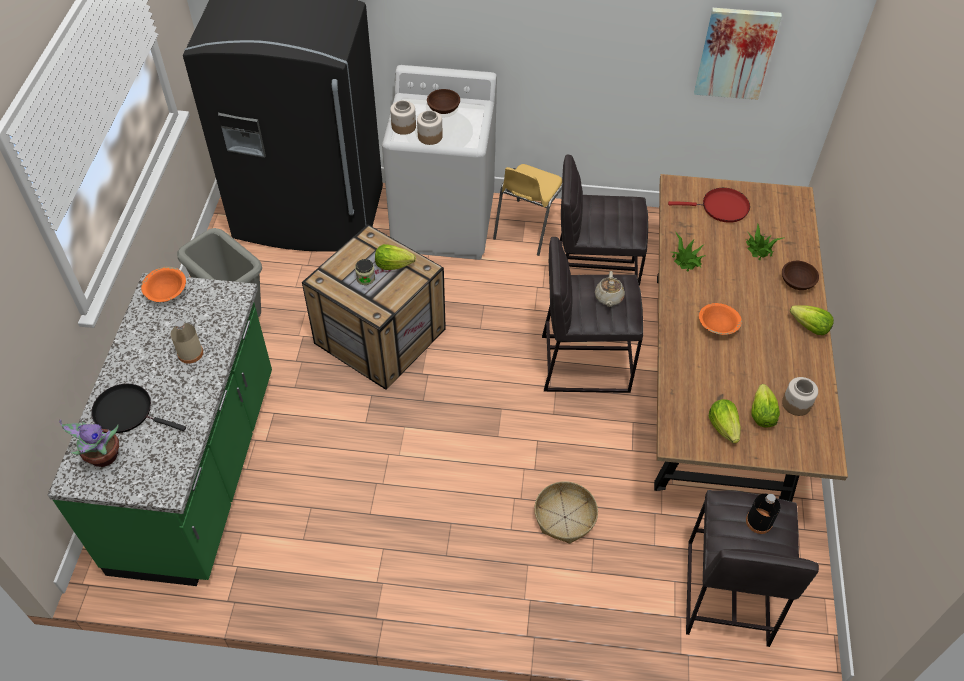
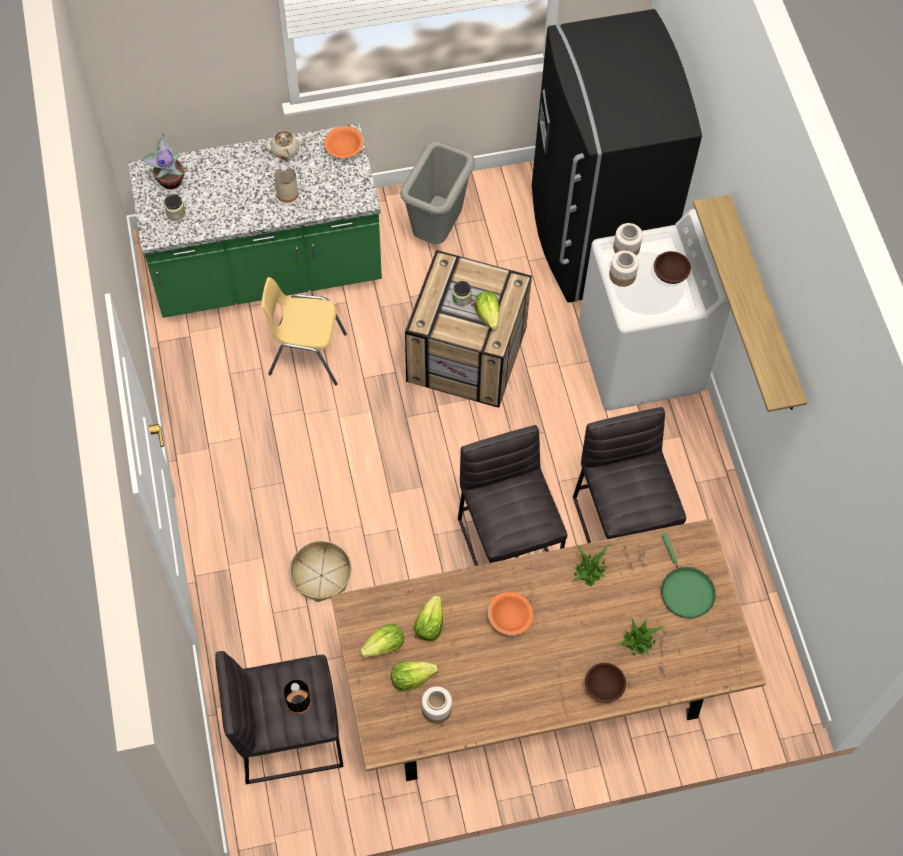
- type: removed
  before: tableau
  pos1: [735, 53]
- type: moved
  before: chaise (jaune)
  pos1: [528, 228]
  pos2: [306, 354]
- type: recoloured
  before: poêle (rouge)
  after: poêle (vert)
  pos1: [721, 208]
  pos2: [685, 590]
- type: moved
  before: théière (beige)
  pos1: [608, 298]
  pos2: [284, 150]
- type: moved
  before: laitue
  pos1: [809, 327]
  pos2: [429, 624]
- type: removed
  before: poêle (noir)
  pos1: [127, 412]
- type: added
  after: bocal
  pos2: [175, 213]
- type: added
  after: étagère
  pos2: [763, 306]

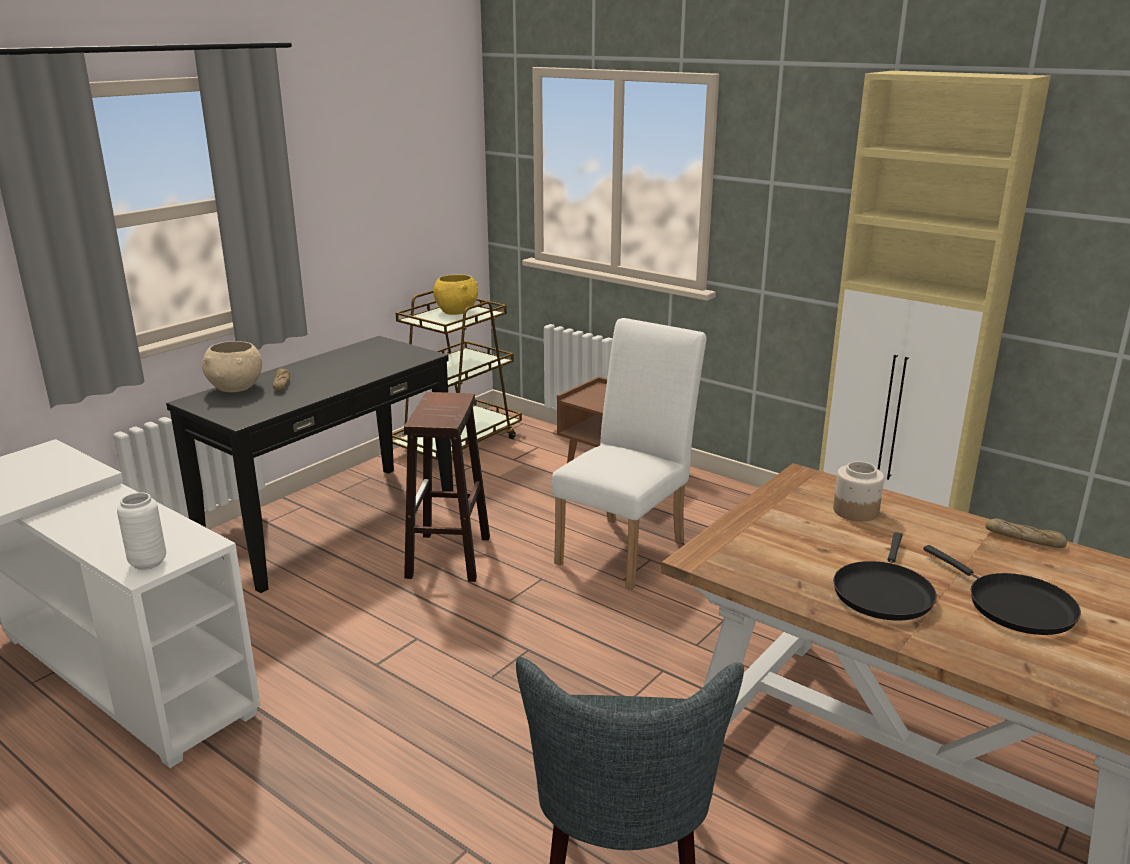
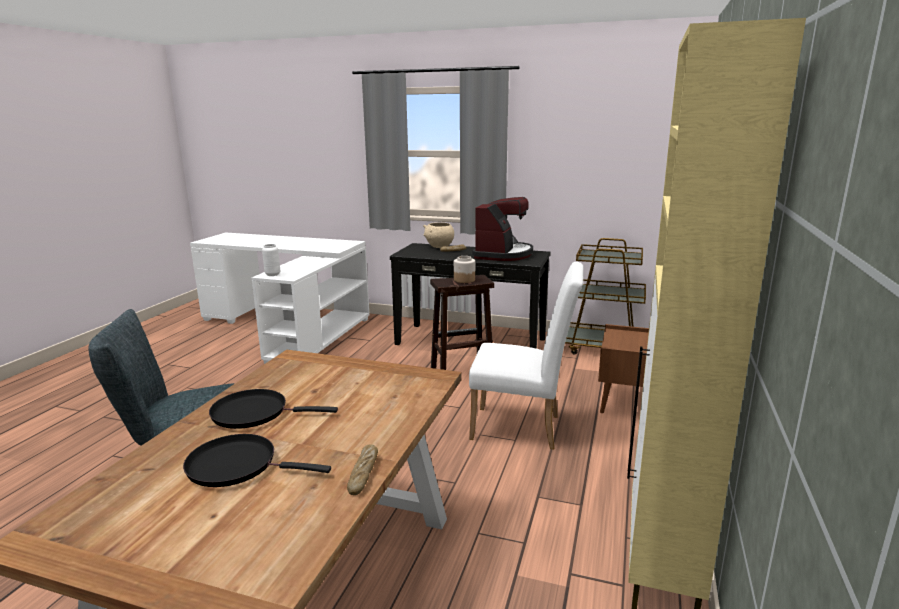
- type: removed
  before: bol (jaune)
  pos1: [456, 312]
- type: moved
  before: bocal
  pos1: [855, 511]
  pos2: [464, 280]
- type: turned
  before: poêle (noir)
  pos1: [1014, 606]
  pos2: [238, 465]
  turn: 60
- type: added
  after: machine à café
  pos2: [503, 254]

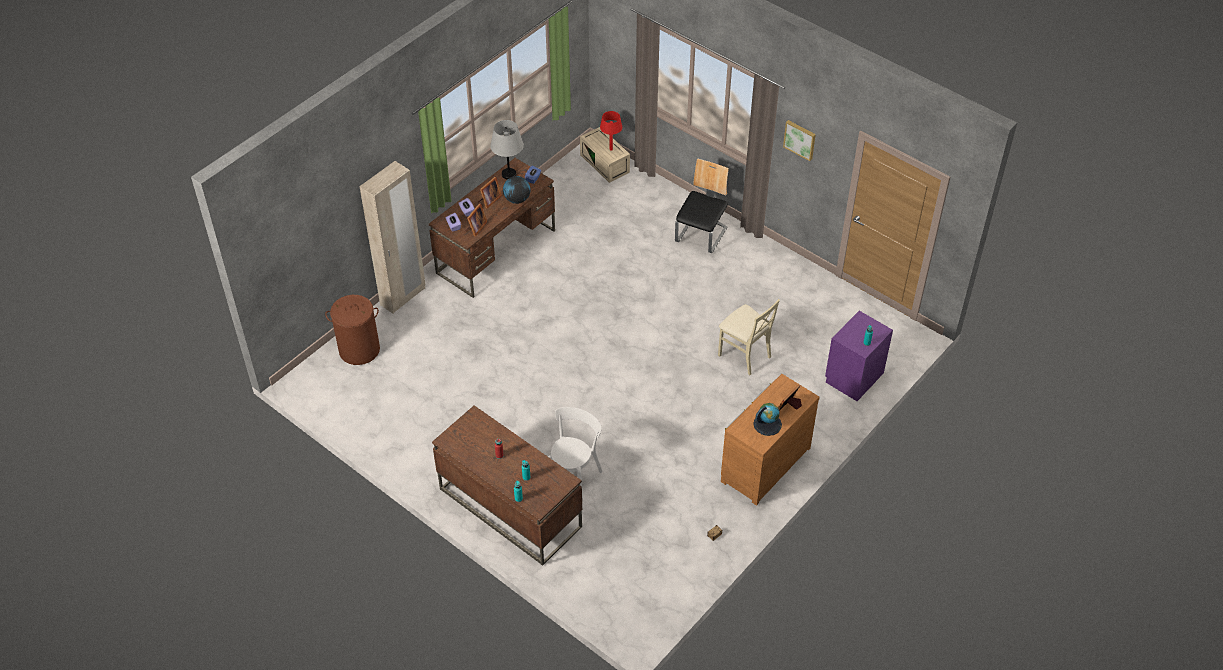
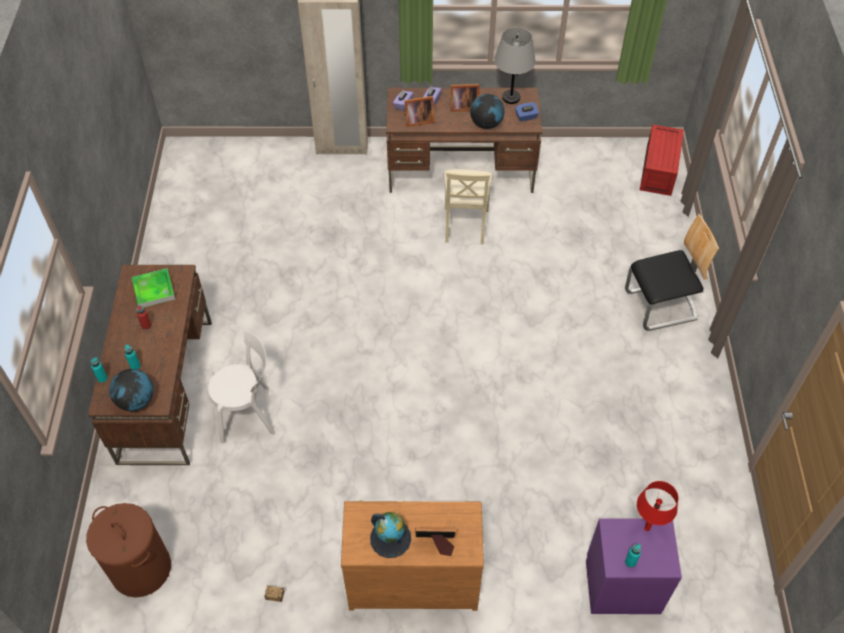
- type: moved
  before: lampe de table (rouge)
  pos1: [610, 149]
  pos2: [646, 528]
- type: removed
  before: tableau
  pos1: [800, 139]
- type: recoloured
  before: boîte de rangement (beige)
  after: boîte de rangement (rouge)
  pos1: [606, 164]
  pos2: [659, 171]
- type: moved
  before: panier à linge (marron)
  pos1: [359, 350]
  pos2: [140, 568]
- type: moved
  before: chaise (beige)
  pos1: [744, 355]
  pos2: [465, 225]
- type: added
  after: plateau
  pos2: [154, 290]
- type: added
  after: globe
  pos2: [136, 401]

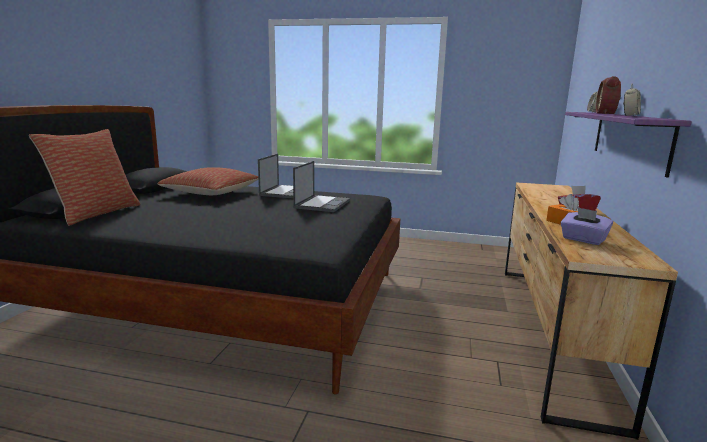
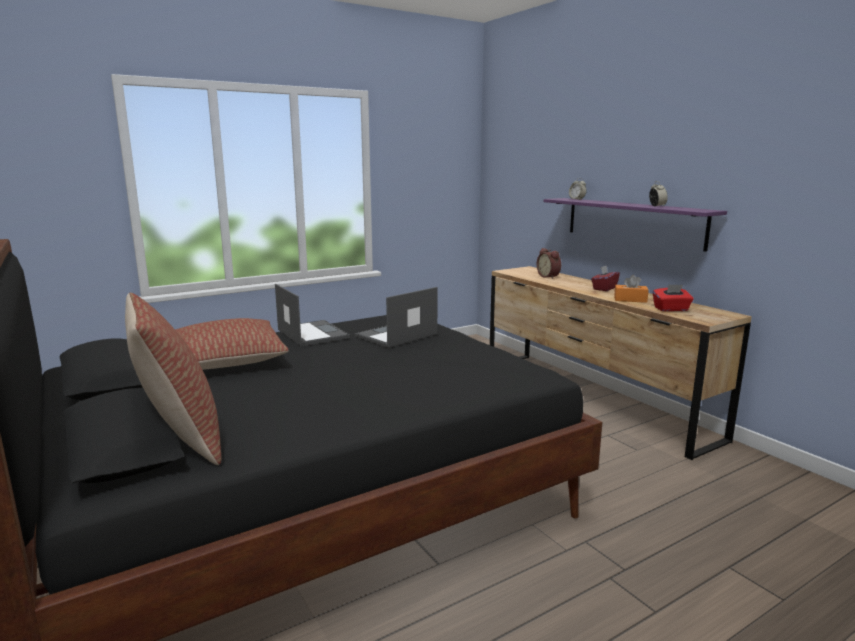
- type: moved
  before: réveil
  pos1: [607, 114]
  pos2: [549, 276]
- type: turned
  before: ordinateur portable
  pos1: [322, 204]
  pos2: [396, 335]
  turn: -105
- type: recoloured
  before: boîte à mouchoirs (violet)
  after: boîte à mouchoirs (rouge)
  pos1: [583, 240]
  pos2: [671, 309]

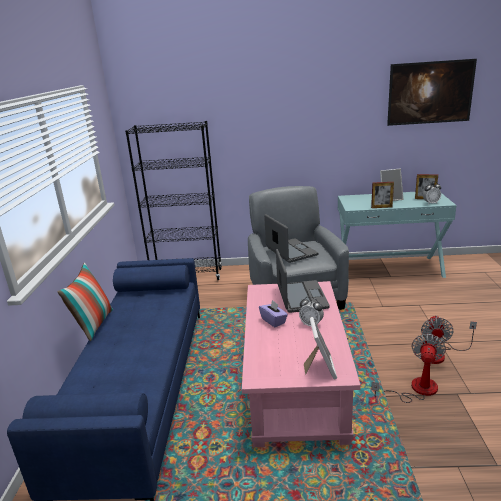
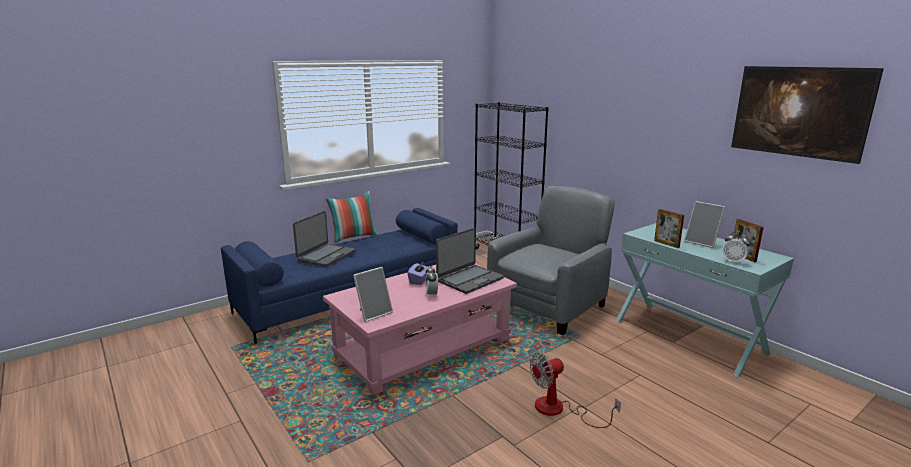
- type: moved
  before: ordinateur portable
  pos1: [291, 251]
  pos2: [326, 256]
- type: removed
  before: ventilateur
  pos1: [415, 389]

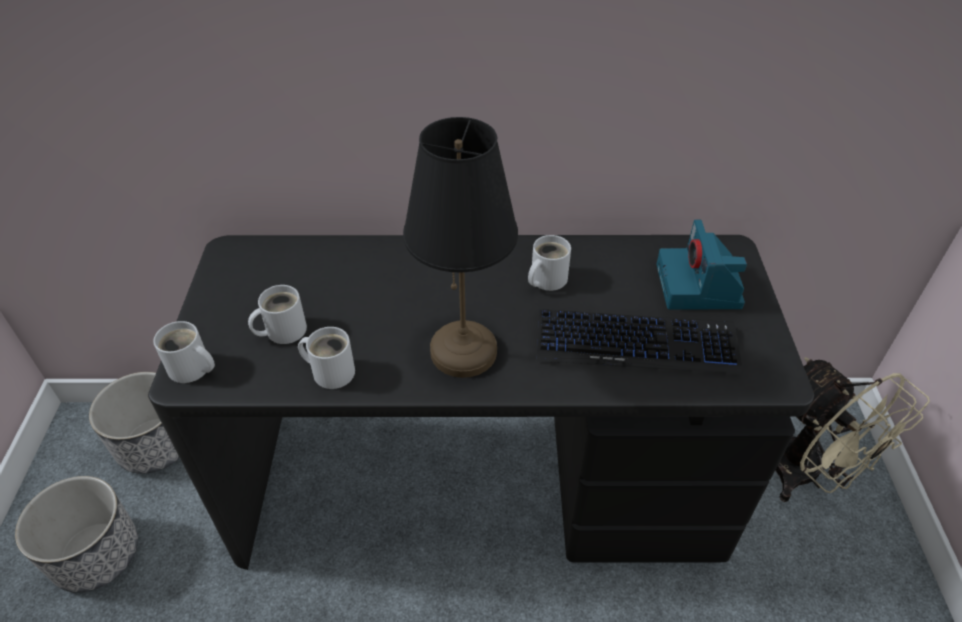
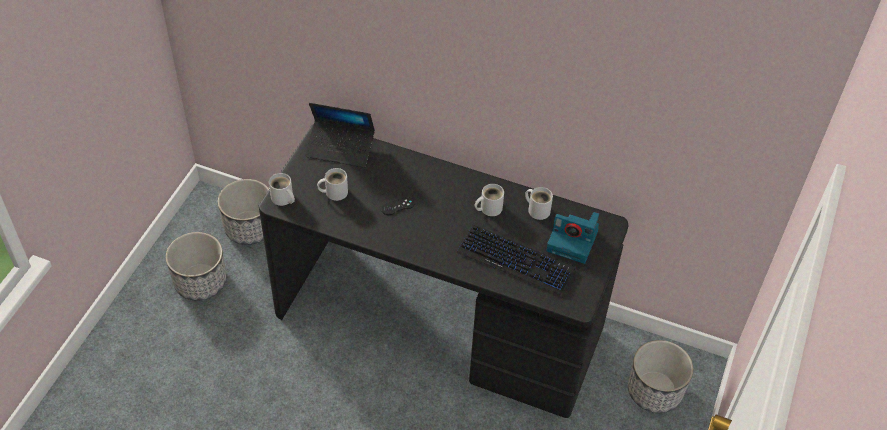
- type: removed
  before: lampe de table (noir)
  pos1: [463, 350]
- type: turned
  before: appareil photo
  pos1: [699, 287]
  pos2: [573, 241]
  turn: -90
- type: moved
  before: mug (blanc)
  pos1: [331, 370]
  pos2: [538, 209]
- type: replaced
  before: ventilateur (beige)
  after: cache-pot
  pos1: [806, 476]
  pos2: [654, 391]
- type: added
  after: ordinateur portable
  pos2: [340, 148]
- type: added
  after: manette (noir)
  pos2: [398, 206]

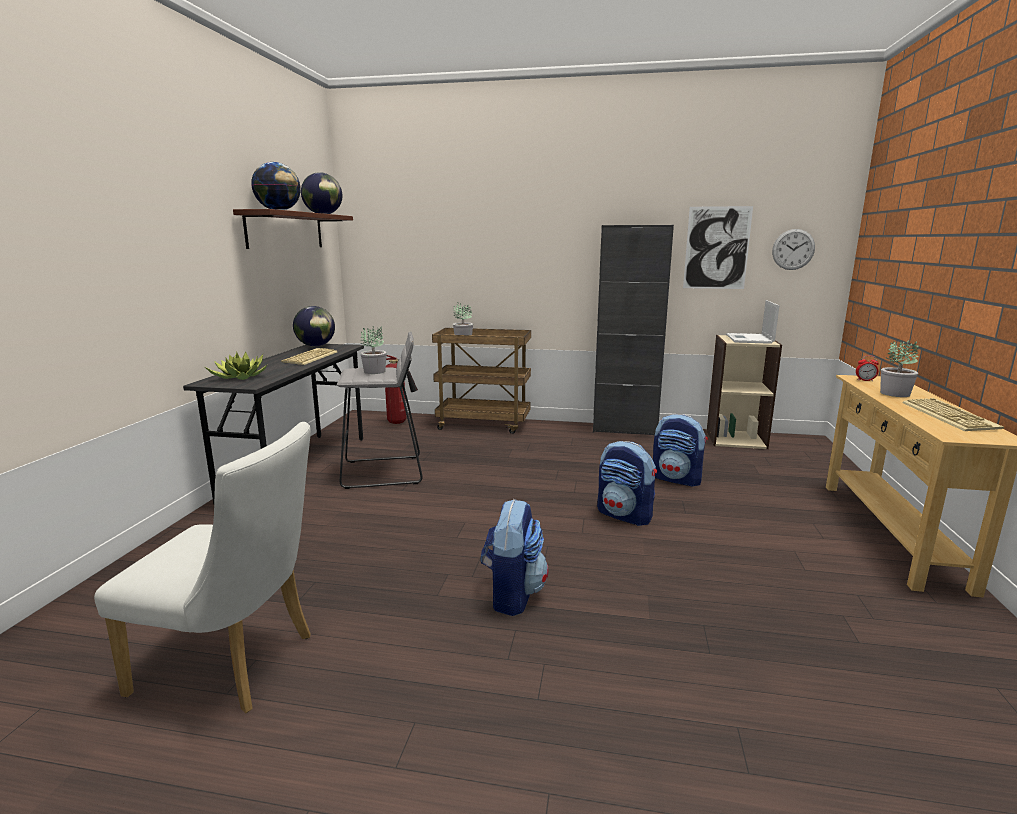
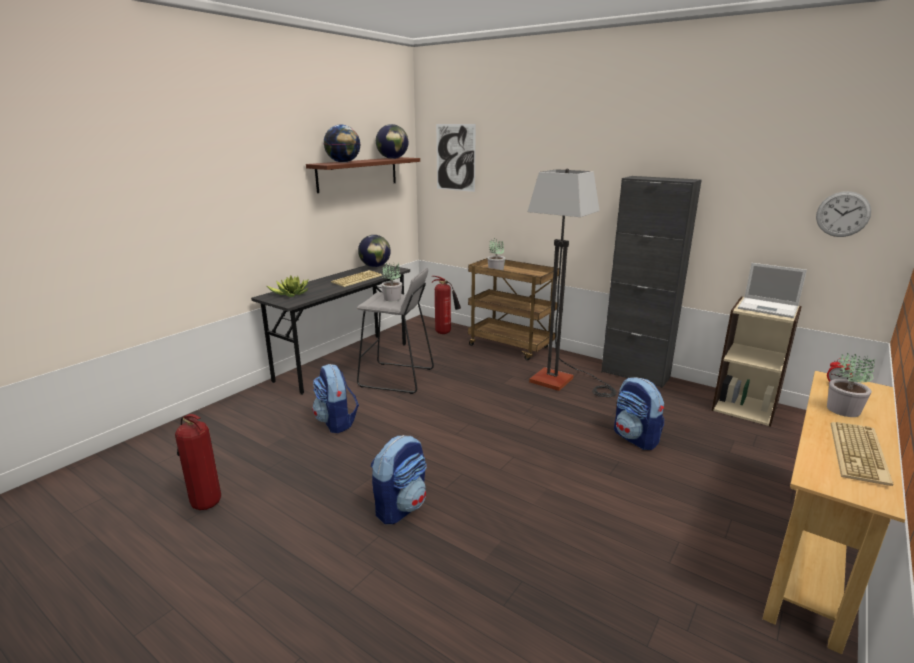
- type: moved
  before: tableau
  pos1: [717, 248]
  pos2: [455, 157]
- type: turned
  before: ordinateur portable
  pos1: [749, 339]
  pos2: [769, 308]
  turn: -90
- type: replaced
  before: chaise (blanc)
  after: extincteur
  pos1: [236, 665]
  pos2: [204, 503]
- type: moved
  before: sac à dos
  pos1: [625, 515]
  pos2: [336, 422]
- type: added
  after: lampadaire
  pos2: [563, 382]

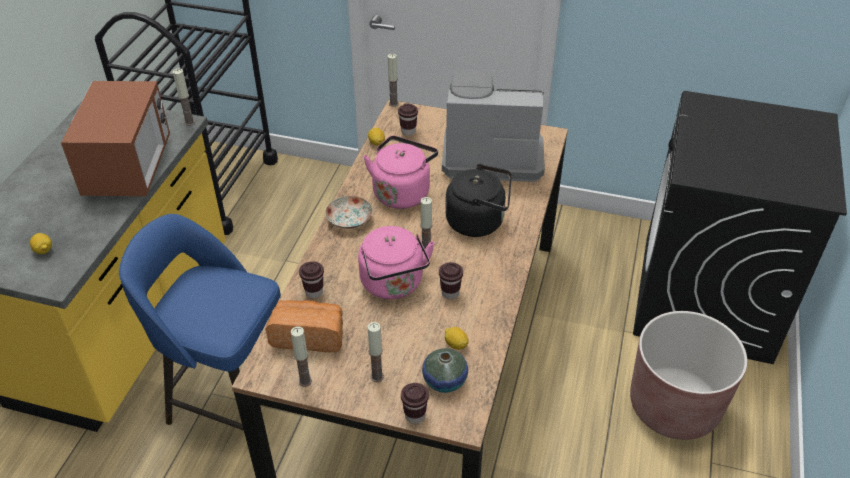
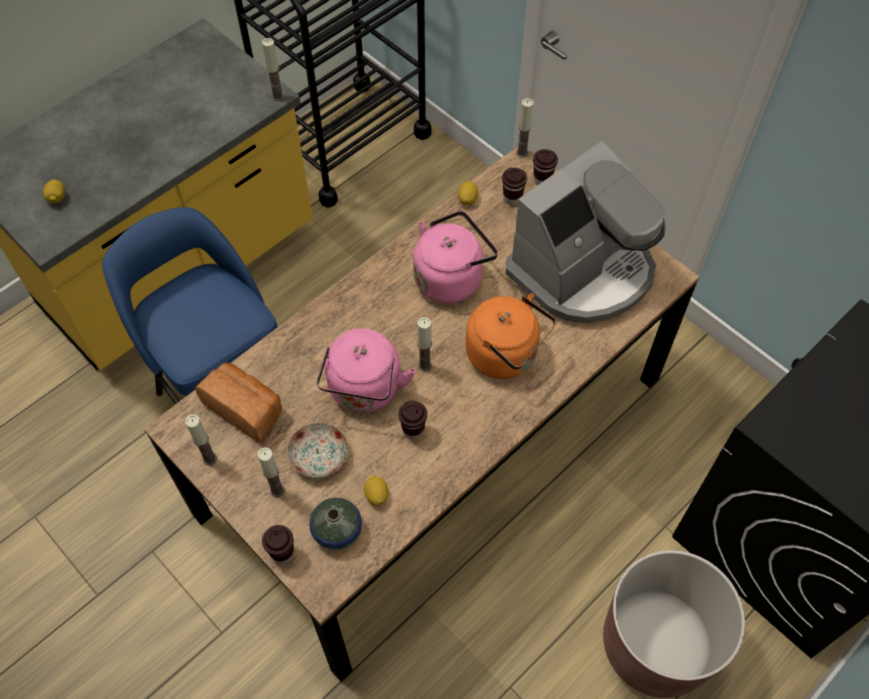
- type: turned
  before: machine à café
  pos1: [491, 154]
  pos2: [583, 271]
  turn: 105
- type: removed
  before: micro-ondes
  pos1: [129, 168]
- type: recoloured
  before: bouilloire (noir)
  after: bouilloire (orange)
  pos1: [479, 221]
  pos2: [506, 355]
- type: moved
  before: assiette
  pos1: [349, 220]
  pos2: [318, 456]
- type: moved
  before: tasse (marron)
  pos1: [314, 292]
  pos2: [542, 180]

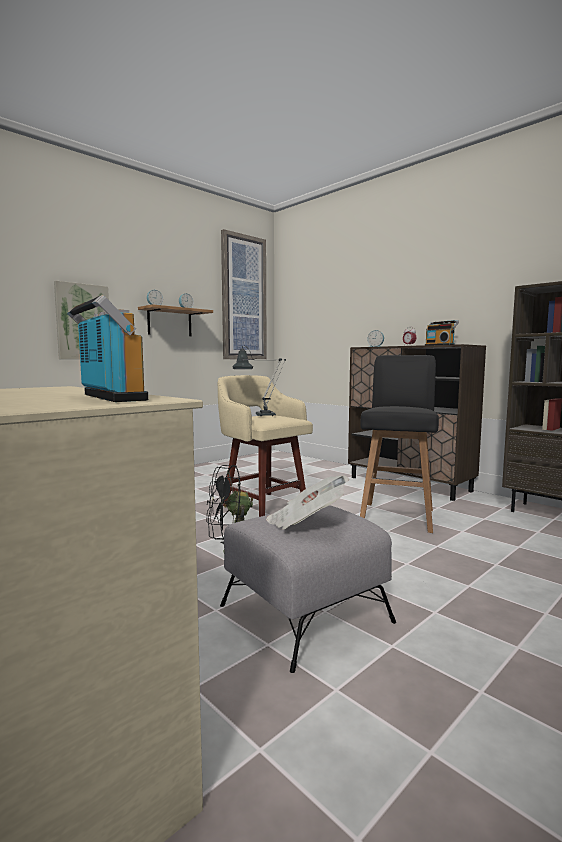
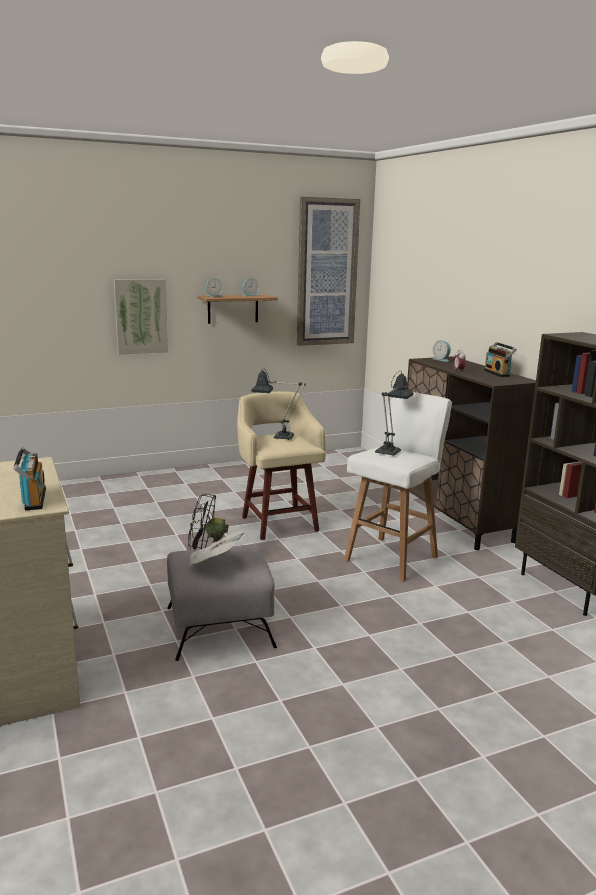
- type: recoloured
  before: tabouret (noir)
  after: tabouret (blanc)
  pos1: [397, 516]
  pos2: [392, 558]
- type: added
  after: lampe de table
  pos2: [390, 450]

